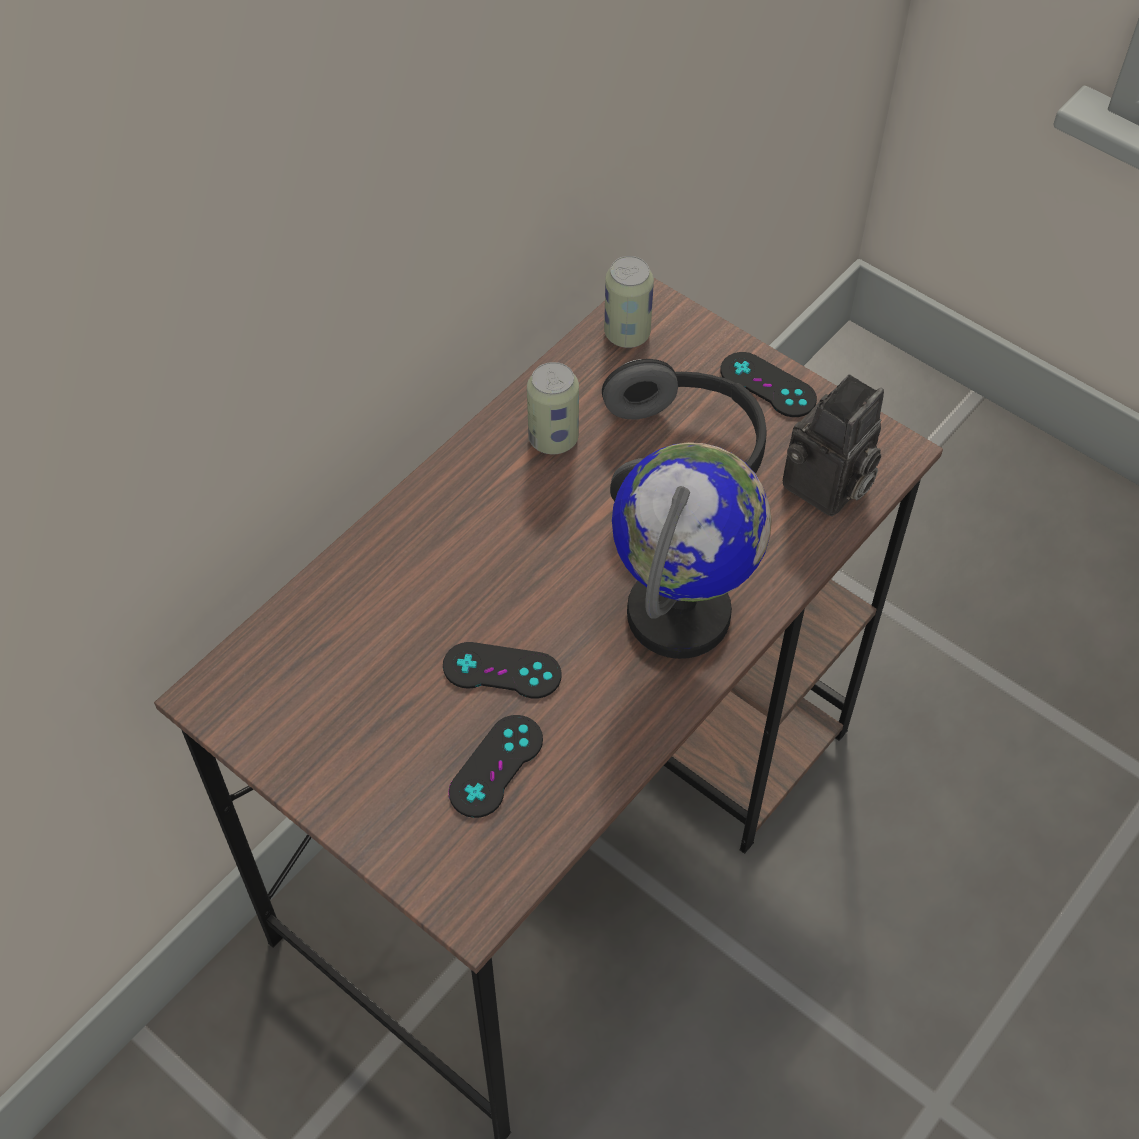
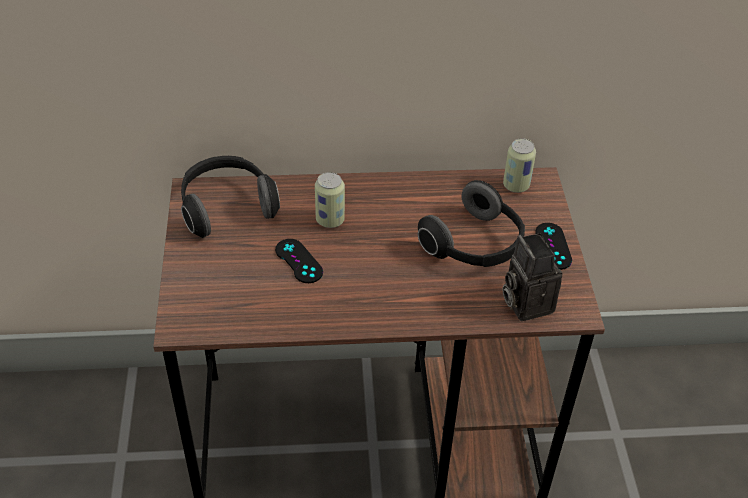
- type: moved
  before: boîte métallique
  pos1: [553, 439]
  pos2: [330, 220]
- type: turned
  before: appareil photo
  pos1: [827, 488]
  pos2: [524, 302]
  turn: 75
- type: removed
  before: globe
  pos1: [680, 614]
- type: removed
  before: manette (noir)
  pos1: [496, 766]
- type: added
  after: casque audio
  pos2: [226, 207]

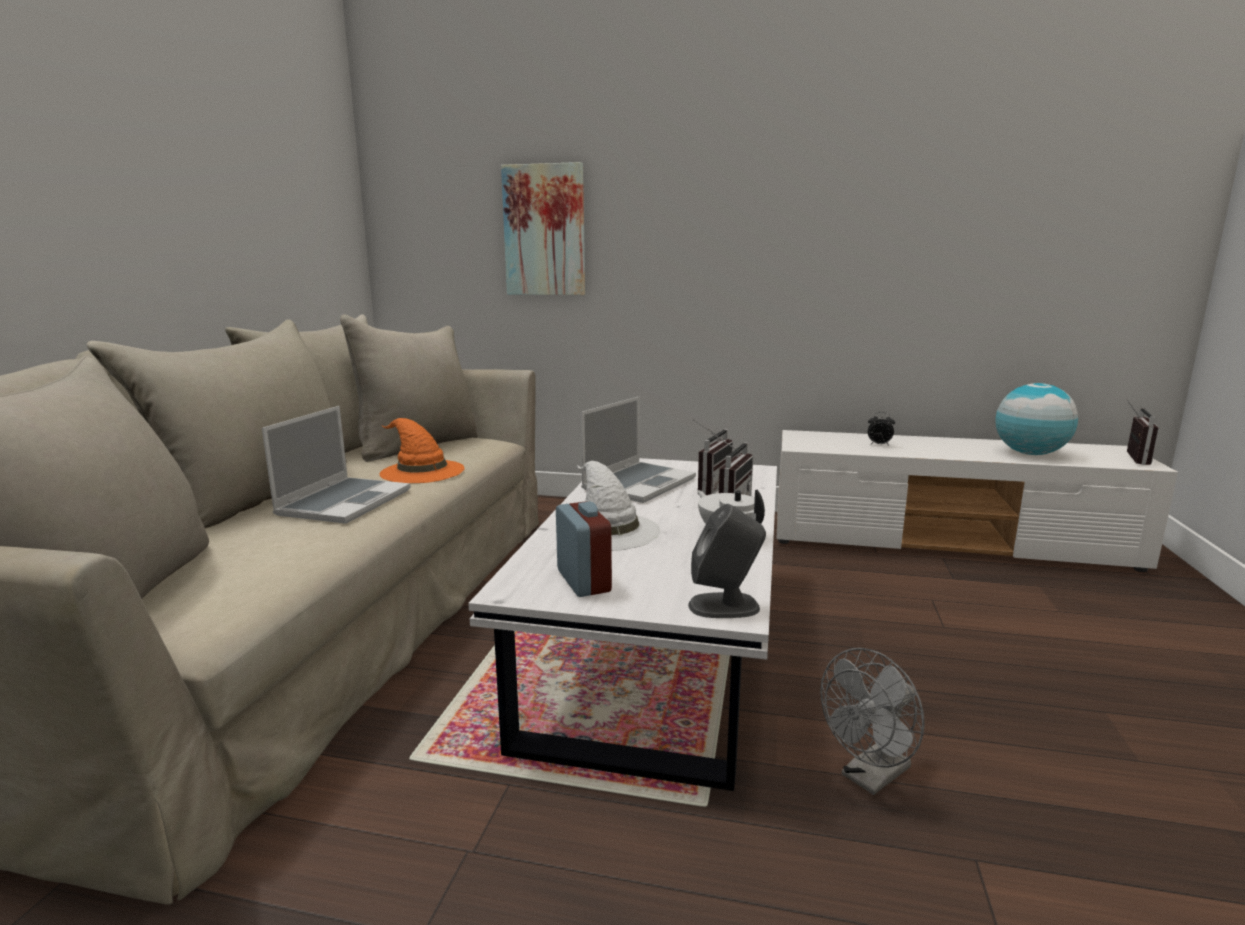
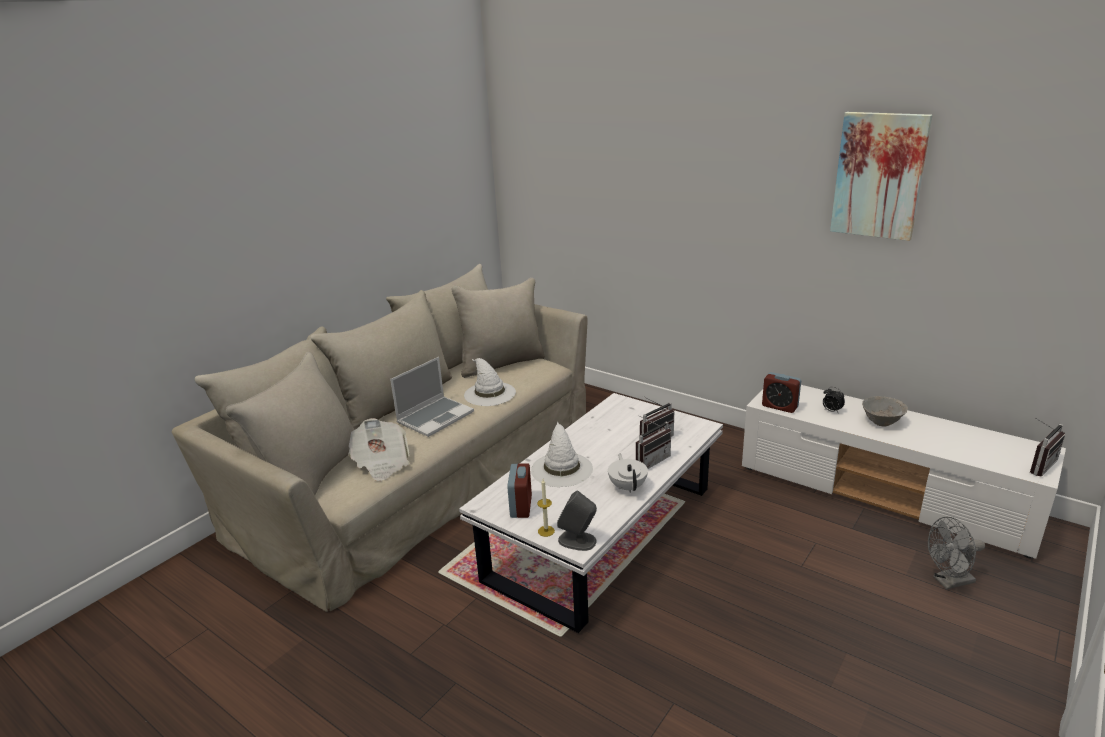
- type: moved
  before: tableau
  pos1: [544, 231]
  pos2: [879, 175]
- type: removed
  before: globe
  pos1: [1030, 454]
- type: removed
  before: ordinateur portable
  pos1: [638, 483]
- type: recoloured
  before: chapeau (orange)
  after: chapeau (blanc)
  pos1: [421, 471]
  pos2: [489, 393]
- type: moved
  before: ventilateur (gris)
  pos1: [870, 777]
  pos2: [949, 582]
- type: added
  after: réveil
  pos2: [779, 406]
- type: added
  after: bol (gris)
  pos2: [882, 422]
- type: added
  after: journal
  pos2: [381, 463]
- type: added
  after: bougie
  pos2: [546, 531]

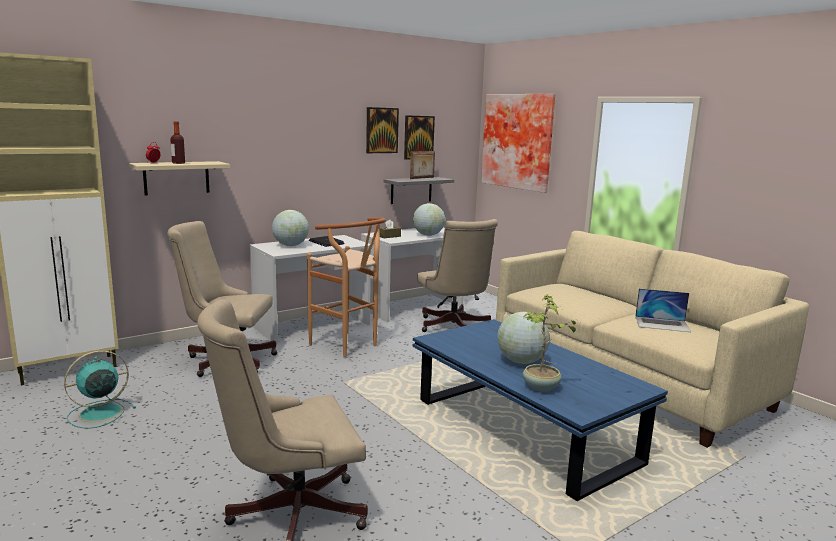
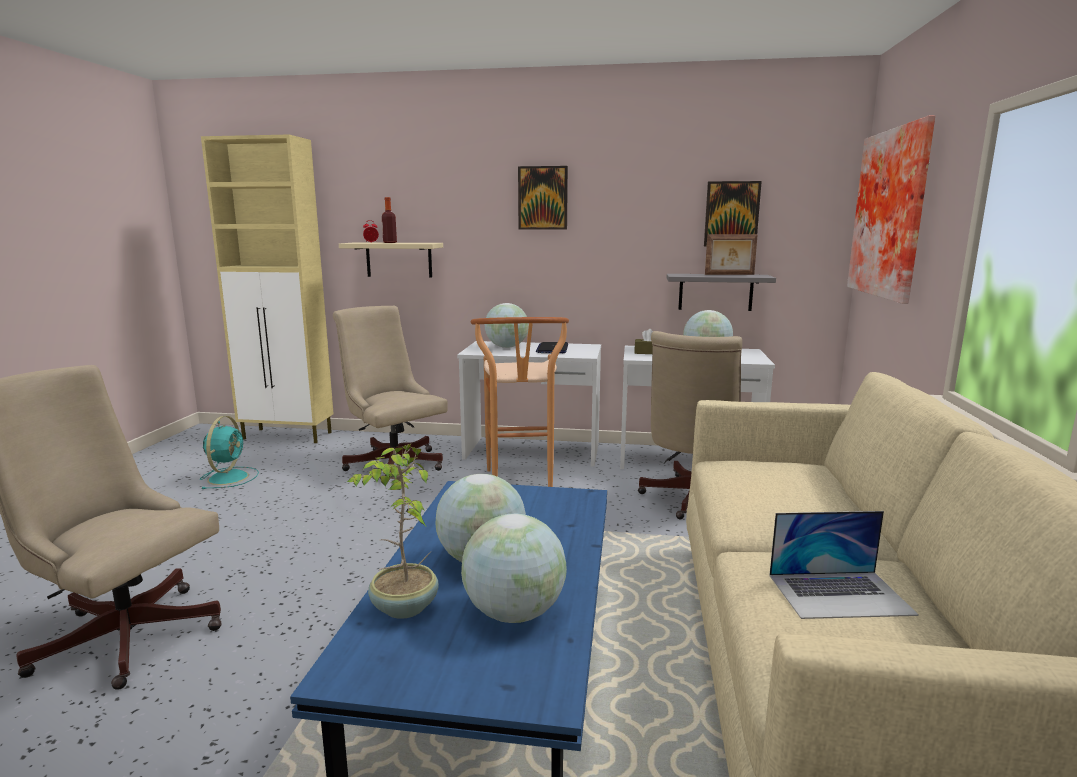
- type: moved
  before: tableau
  pos1: [381, 130]
  pos2: [543, 198]
- type: turned
  before: ordinateur portable
  pos1: [662, 324]
  pos2: [840, 594]
  turn: -60
- type: turned
  before: ventilateur (turquoise)
  pos1: [98, 413]
  pos2: [229, 477]
  turn: 90
- type: added
  after: globe
  pos2: [514, 613]

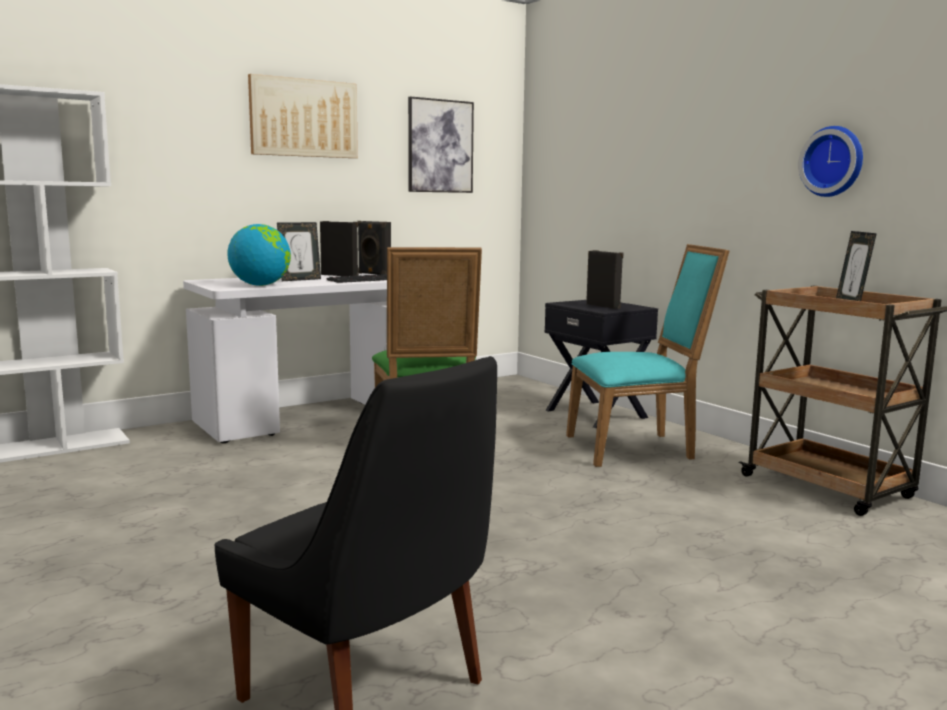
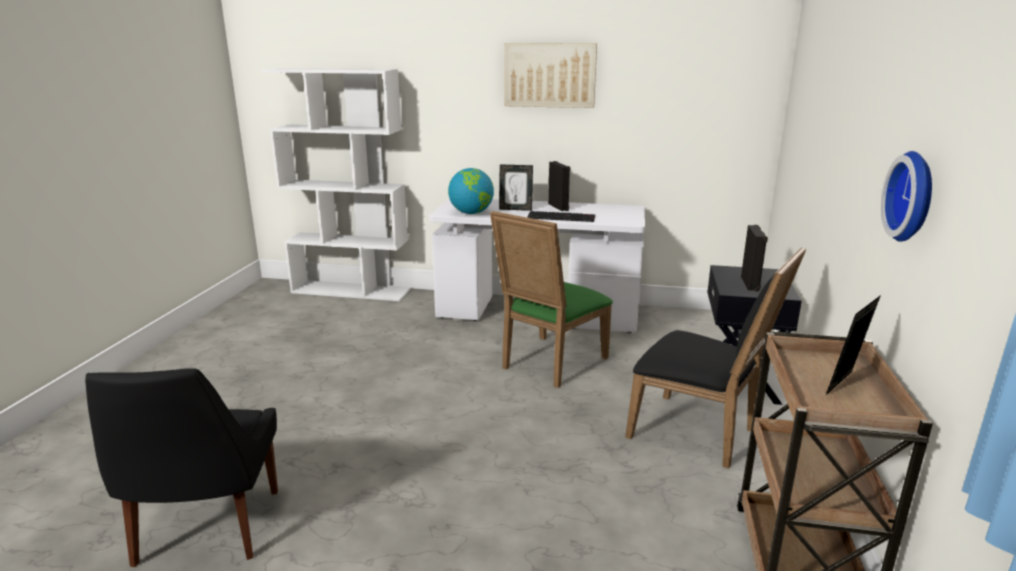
- type: removed
  before: tableau
  pos1: [440, 146]
- type: removed
  before: enceinte (noir)
  pos1: [373, 274]
- type: recoloured
  before: chaise (turquoise)
  after: chaise (noir)
  pos1: [636, 448]
  pos2: [699, 433]

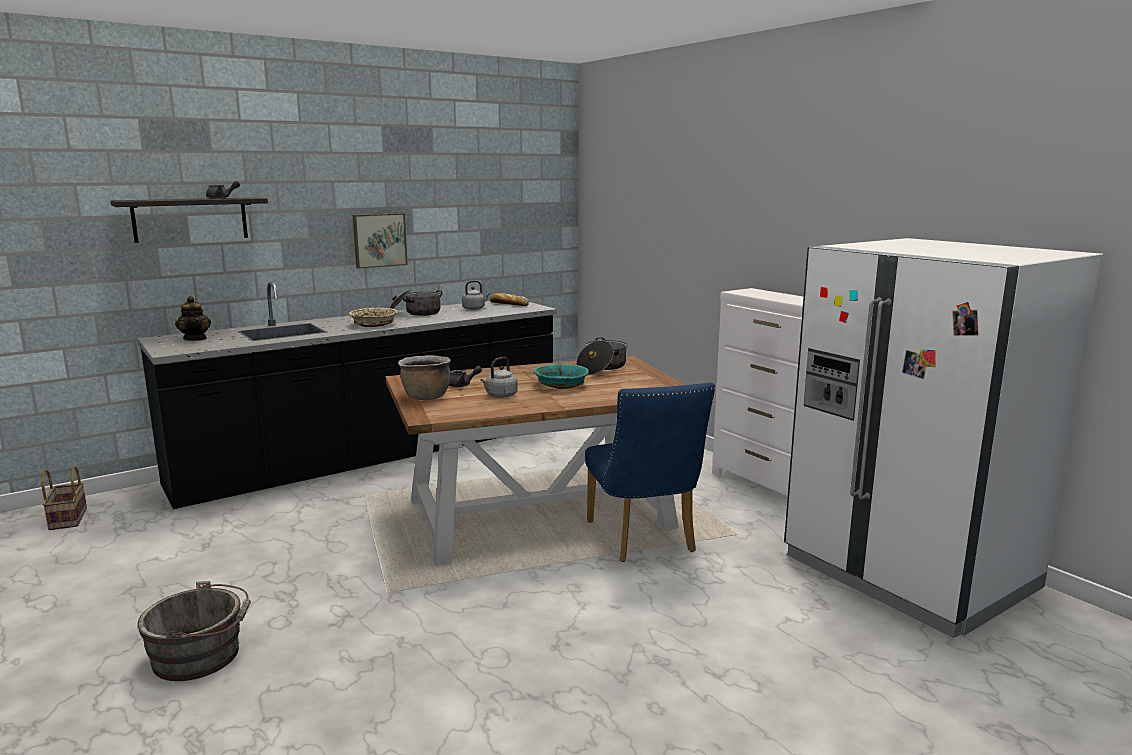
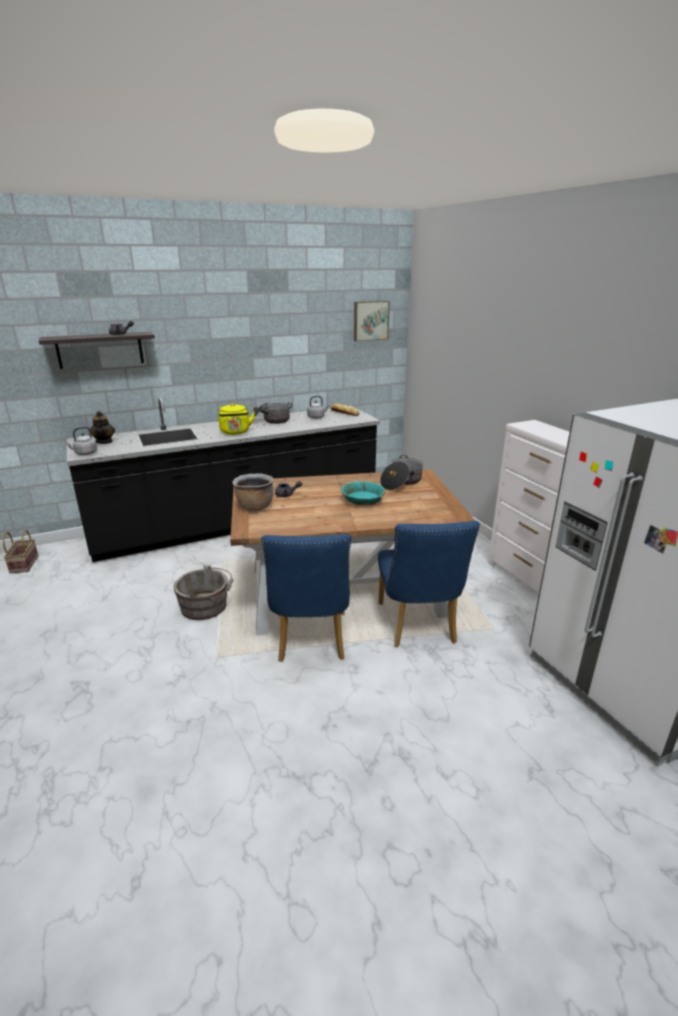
- type: moved
  before: tableau
  pos1: [379, 240]
  pos2: [370, 320]
- type: replaced
  before: bol (beige)
  after: bouilloire (jaune)
  pos1: [374, 324]
  pos2: [235, 432]
- type: moved
  before: bouilloire (gris)
  pos1: [500, 396]
  pos2: [85, 453]
- type: moved
  before: seau (gris)
  pos1: [202, 656]
  pos2: [207, 606]
- type: added
  after: chaise (bleu)
  pos2: [310, 641]

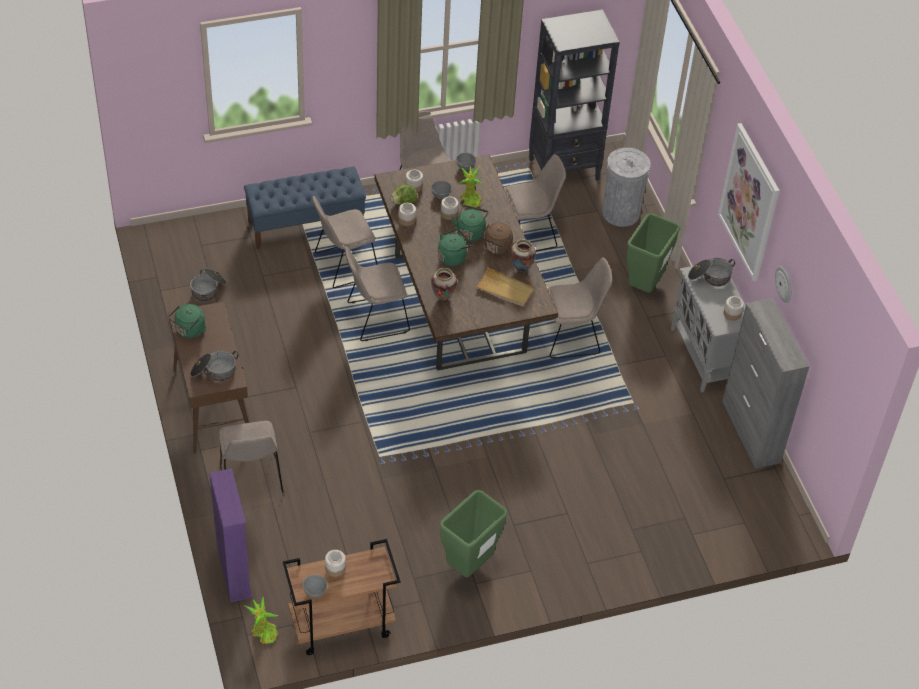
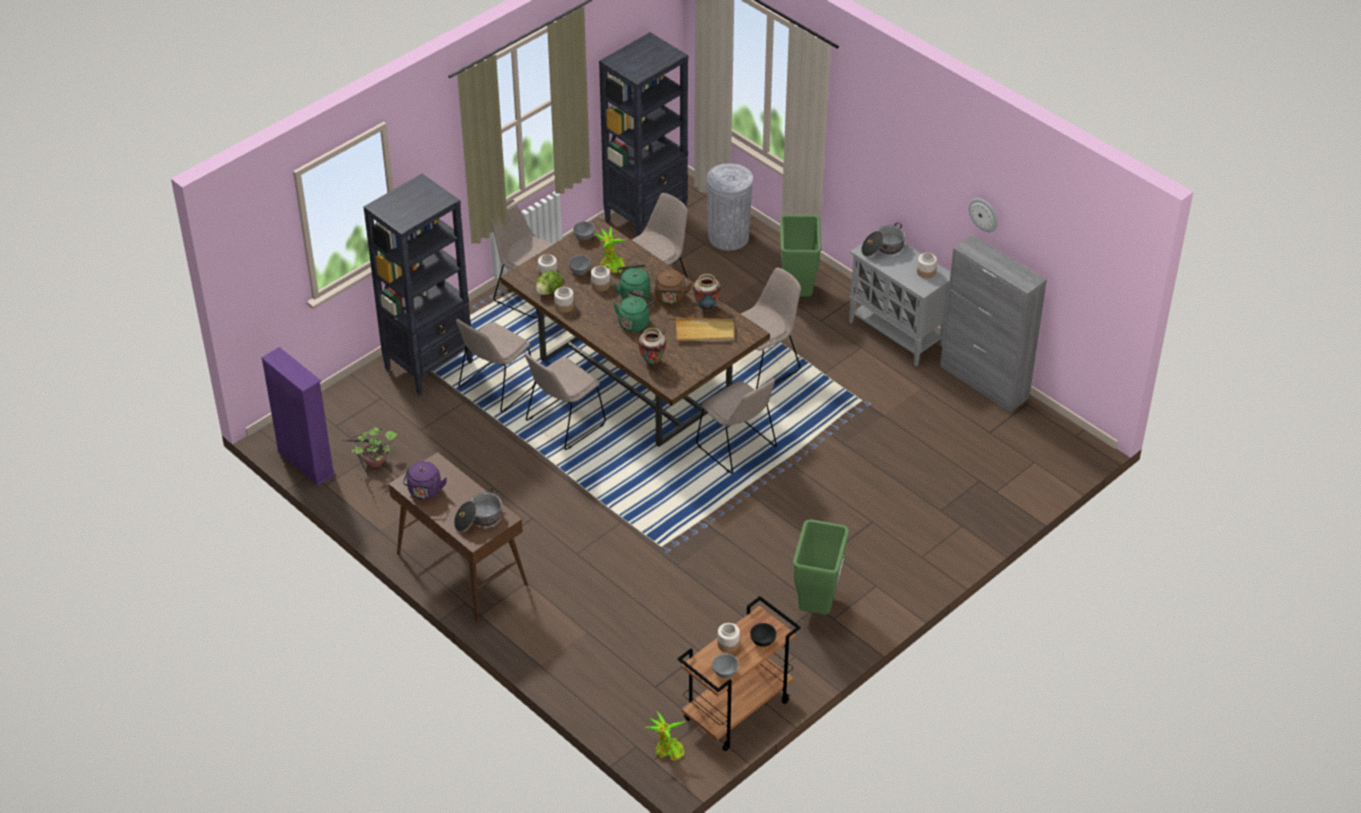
- type: removed
  before: tableau
  pos1: [749, 202]
- type: replaced
  before: banc (bleu)
  after: bibliothèque (noir)
  pos1: [306, 225]
  pos2: [429, 365]
- type: replaced
  before: marmite
  after: plante en pot
  pos1: [208, 289]
  pos2: [375, 464]
- type: recoloured
  before: bouilloire (vert)
  after: bouilloire (violet)
  pos1: [189, 331]
  pos2: [424, 492]
- type: moved
  before: chaise (beige)
  pos1: [251, 478]
  pos2: [738, 448]
- type: moved
  before: bibliothèque (violet)
  pos1: [234, 573]
  pos2: [306, 463]
- type: added
  after: bol (noir)
  pos2: [763, 642]

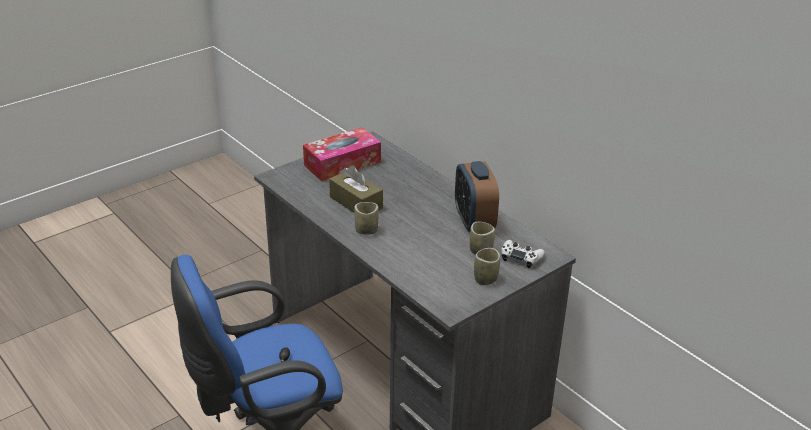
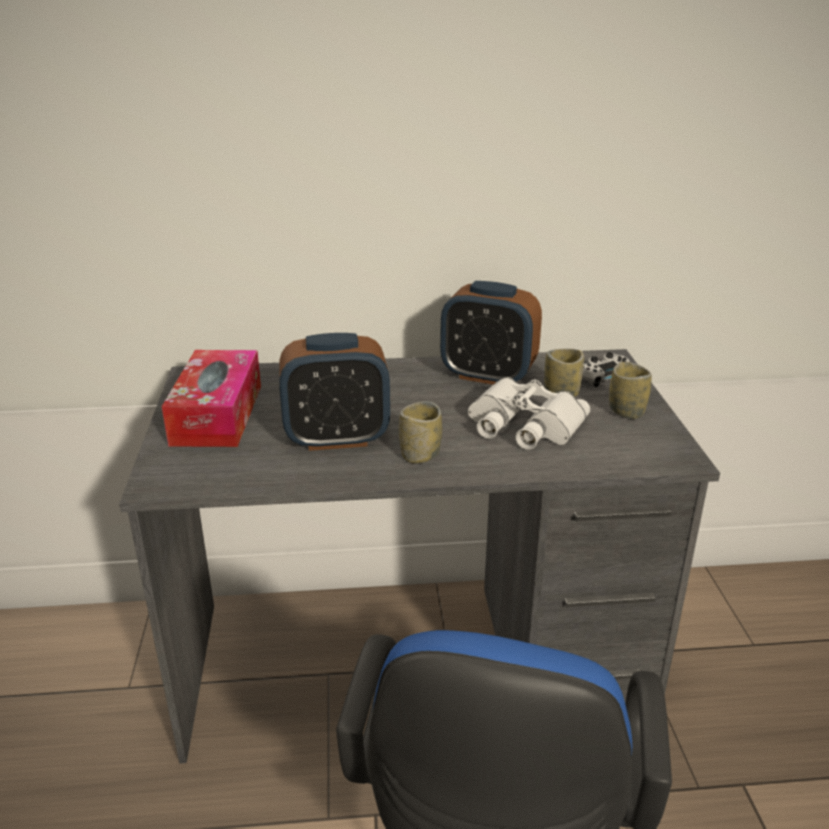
- type: replaced
  before: boîte à mouchoirs (marron)
  after: réveil
  pos1: [356, 202]
  pos2: [337, 438]
- type: added
  after: jumelles (blanc)
  pos2: [522, 425]

